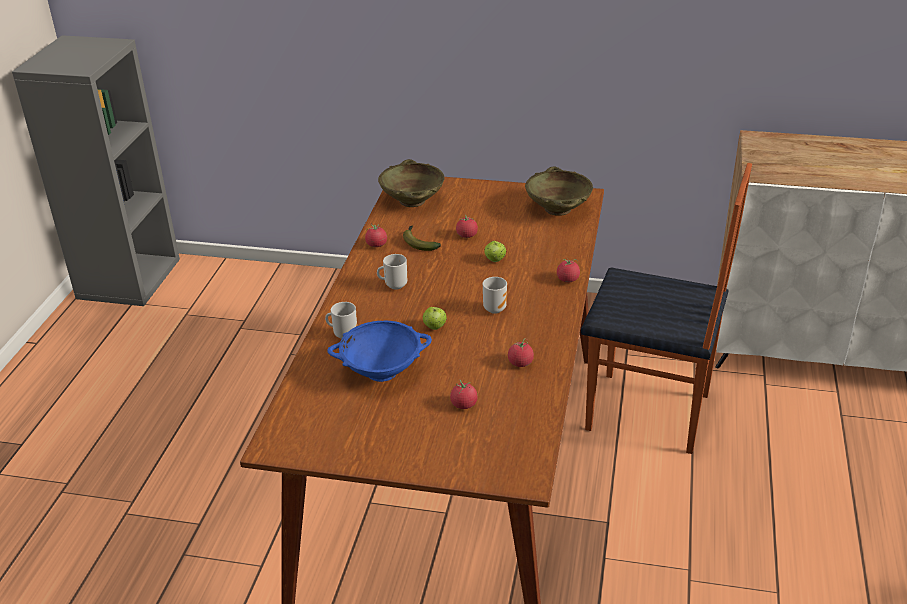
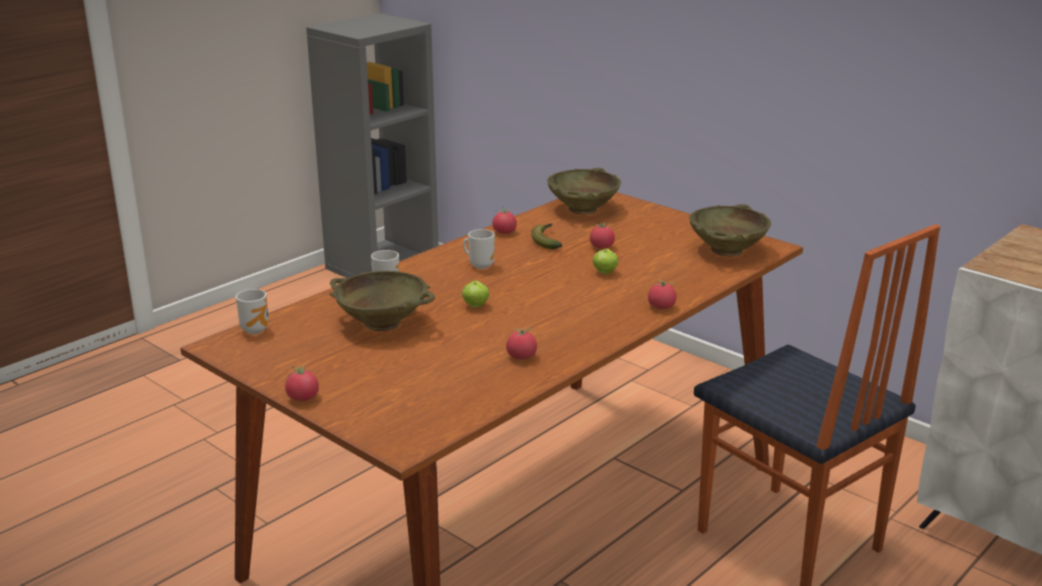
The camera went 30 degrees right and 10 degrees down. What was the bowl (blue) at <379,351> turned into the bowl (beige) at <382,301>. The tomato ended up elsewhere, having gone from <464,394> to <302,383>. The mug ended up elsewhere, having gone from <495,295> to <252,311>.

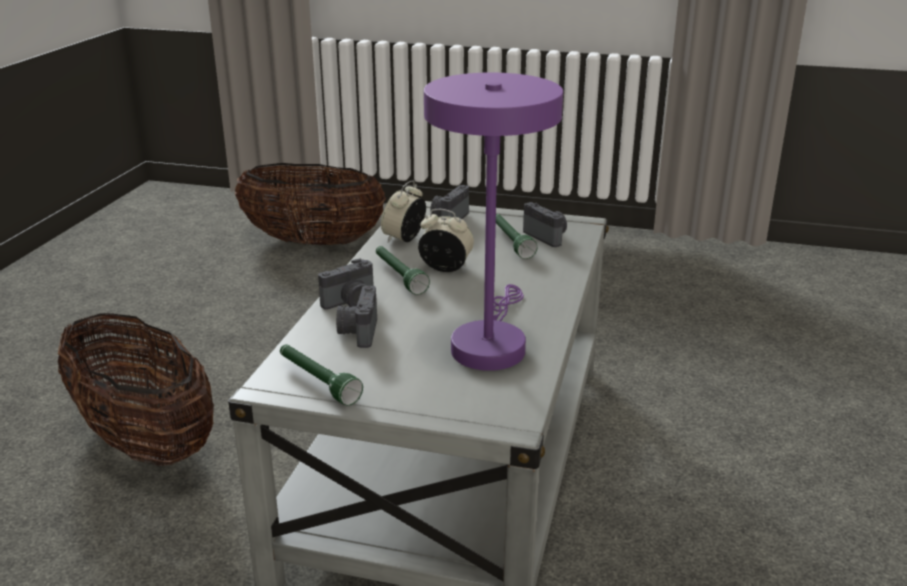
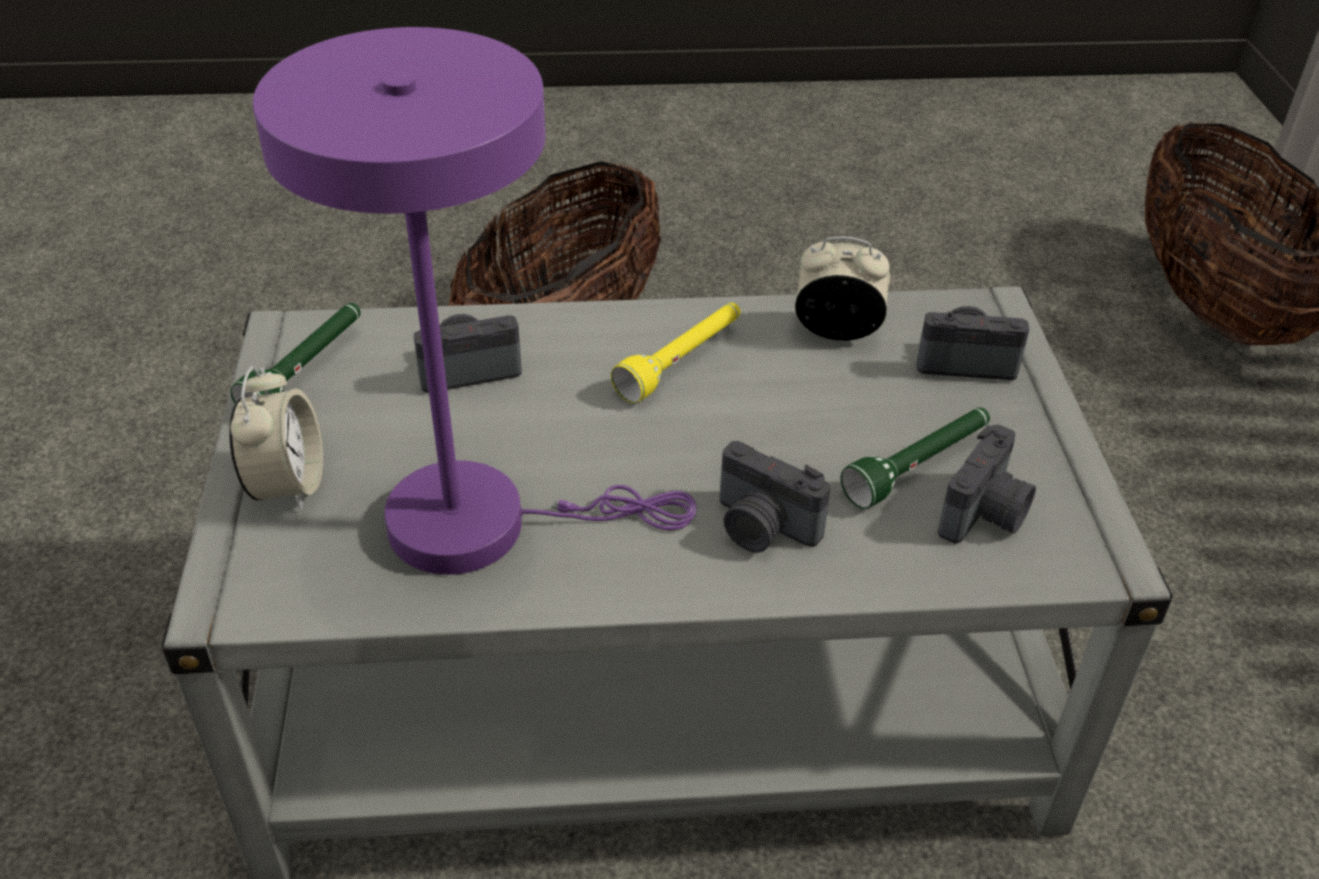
The camera went 70 degrees right and 15 degrees up. The photo camera ended up elsewhere, having gone from <346,283> to <775,497>. What was the flashlight (green) at <403,270> turned into the flashlight (yellow) at <675,353>. The alarm clock ended up elsewhere, having gone from <446,240> to <276,438>.

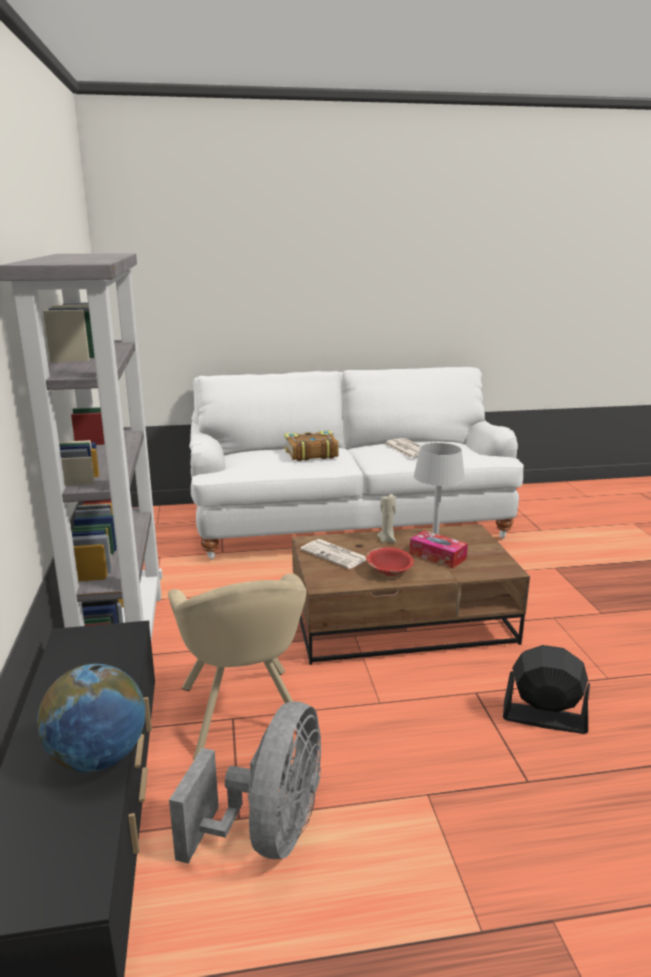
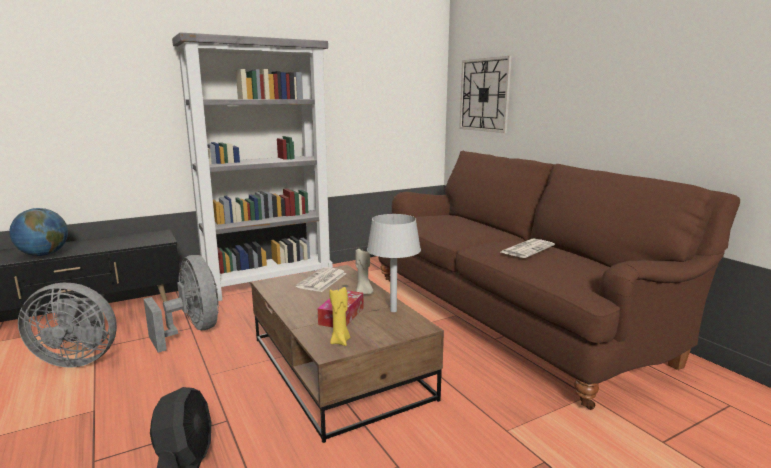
The camera went 70 degrees right and 5 degrees down. Where the armchair (beige) stood at <237,666>, the fan (grey) came to stand at <181,304>. What was the sofa (white) at <356,463> turned into the sofa (brown) at <559,280>. The second view lost the book at <311,445>. The second view lost the bowl (red) at <390,561>. The second view gained the candle (yellow) at <339,316>. The second view gained the wall clock at <485,94>.

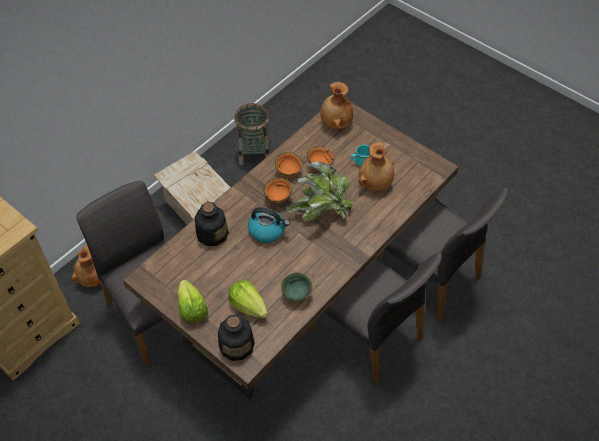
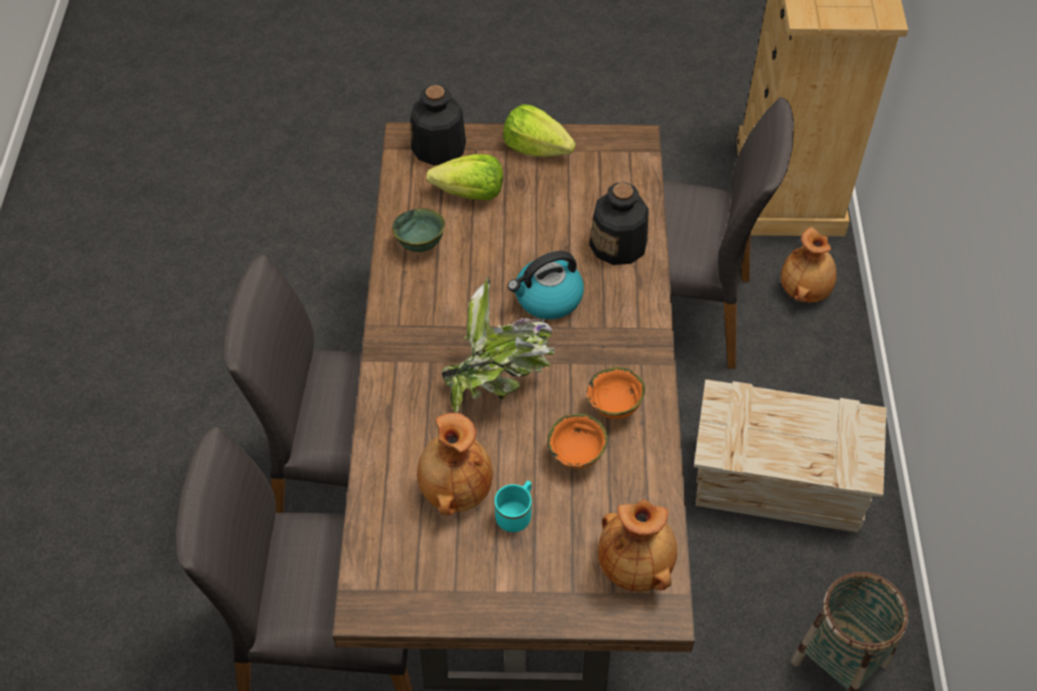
The camera went 140 degrees right and 0 degrees up. The second view lost the bowl (orange) at <278,190>.

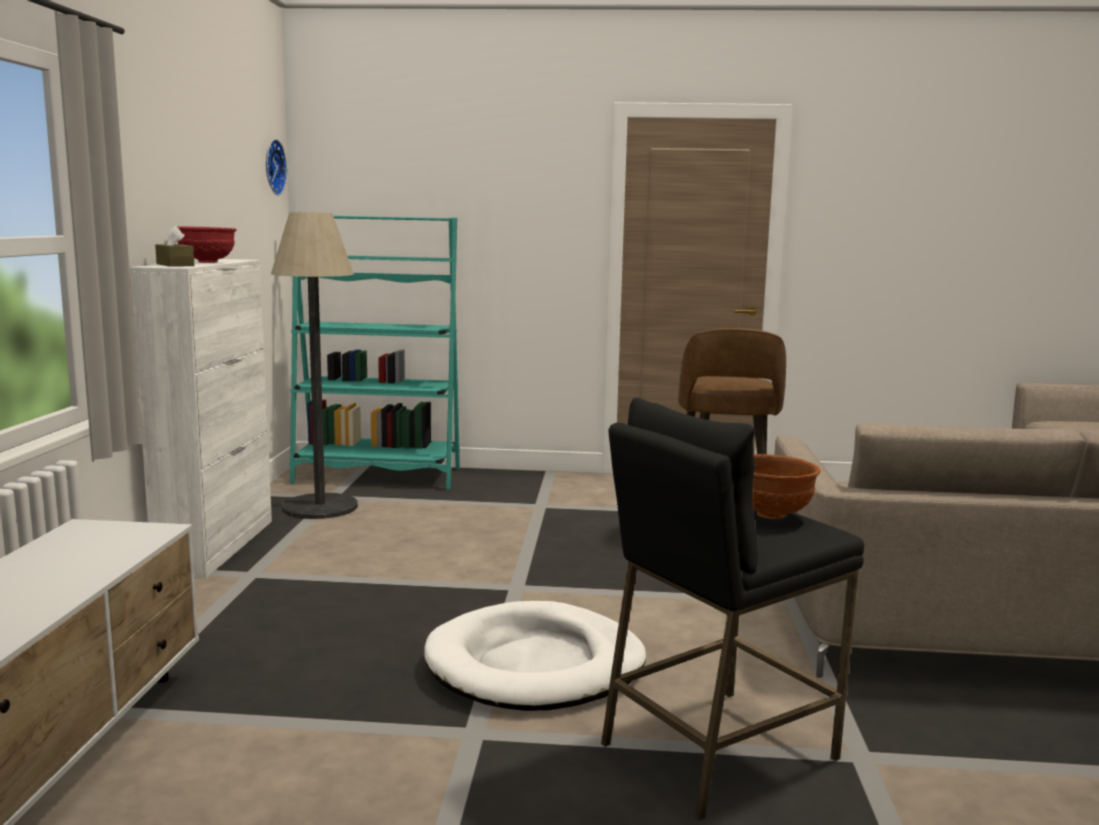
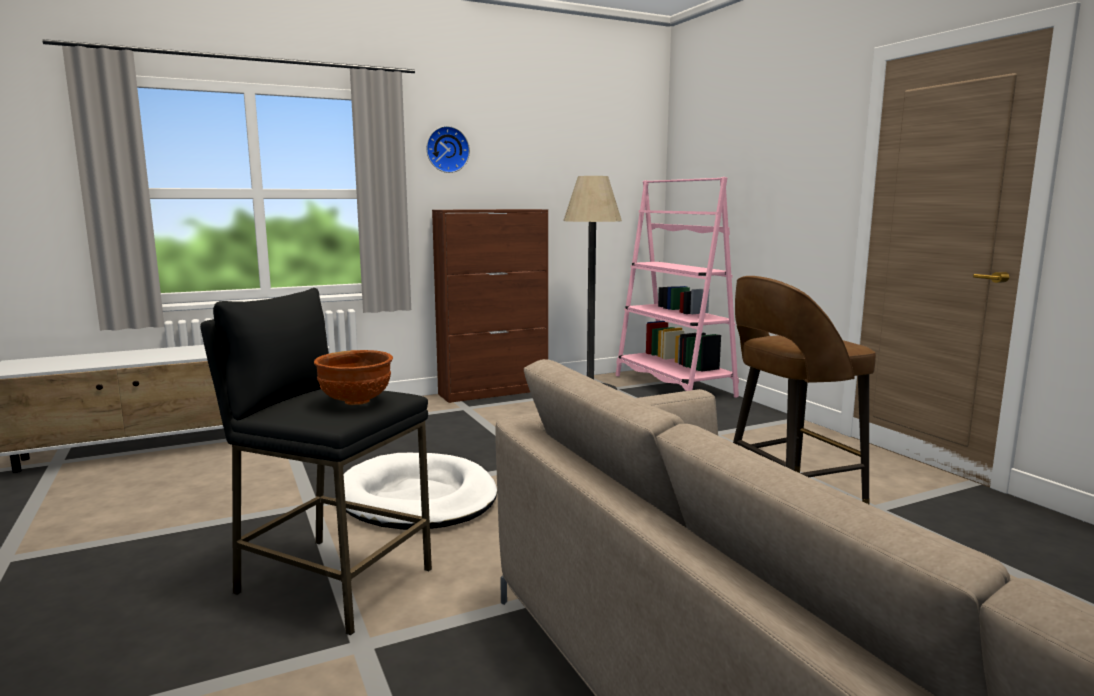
The camera went 60 degrees right and 0 degrees up. What was the cabinet (white) at <201,418> turned into the cabinet (brown) at <490,306>. The second view lost the tissue box (brown) at <174,246>. The second view lost the bowl (red) at <207,244>. The wall clock ended up elsewhere, having gone from <276,167> to <448,149>. What was the bookcase (turquoise) at <374,353> turned into the bookcase (pink) at <677,287>.

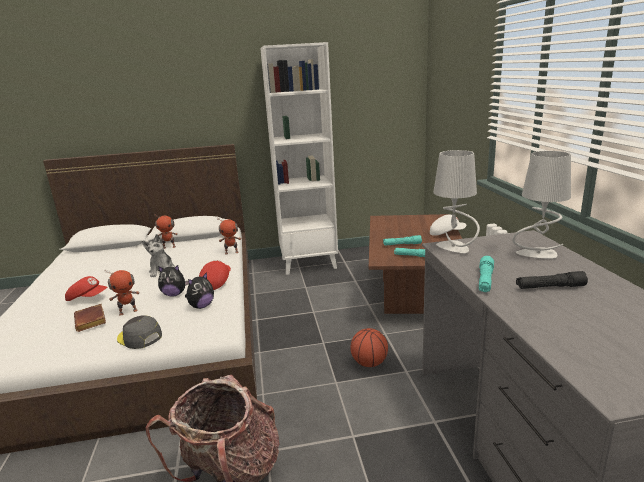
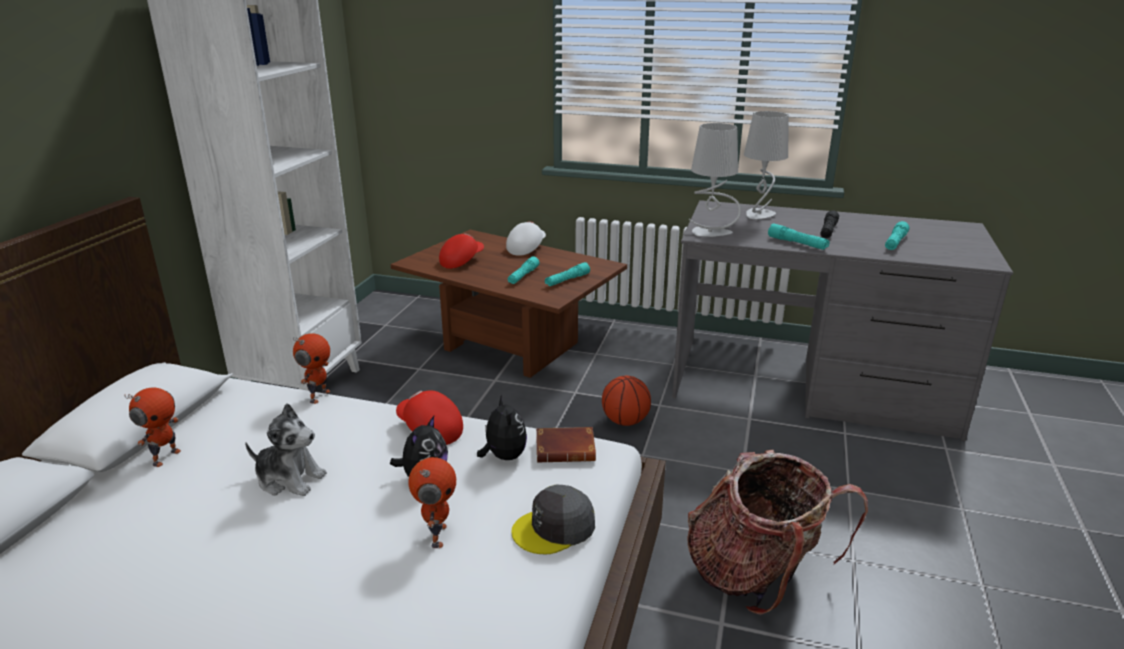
The camera went 65 degrees left and 5 degrees up. The cap (red) ended up elsewhere, having gone from <86,288> to <461,251>. The book (brown) ended up elsewhere, having gone from <90,318> to <566,445>. The second view gained the flashlight (turquoise) at <897,235>.

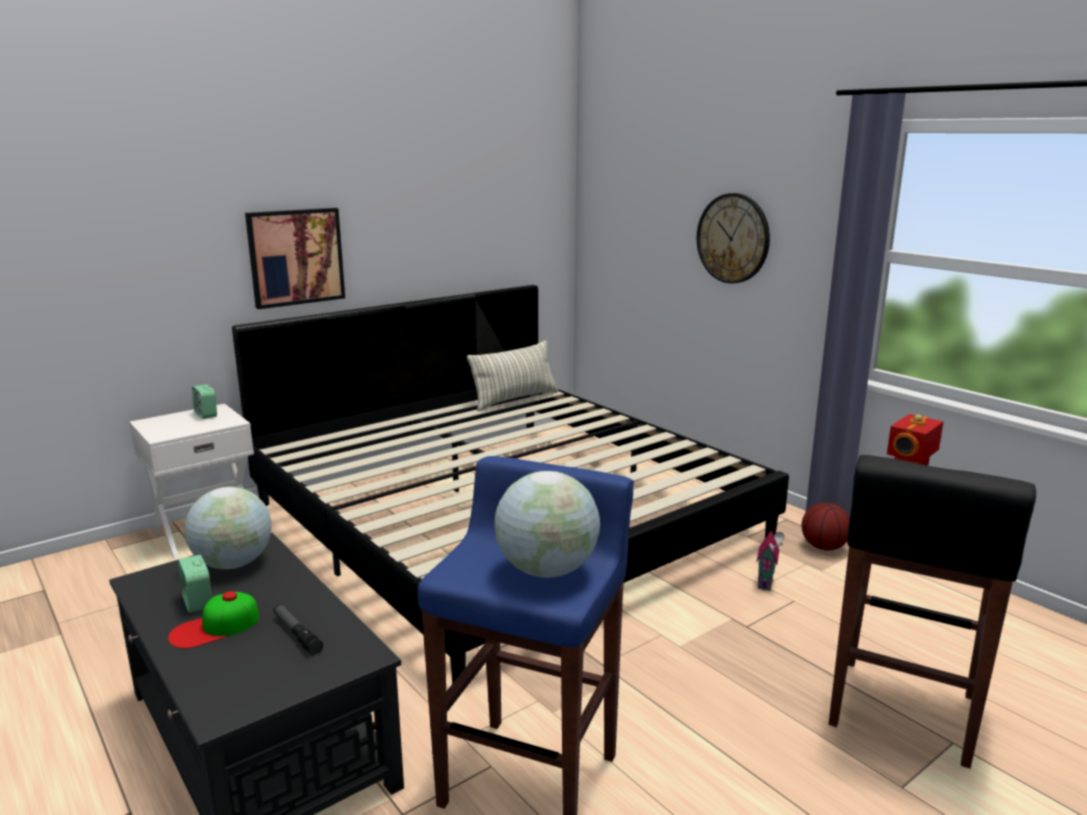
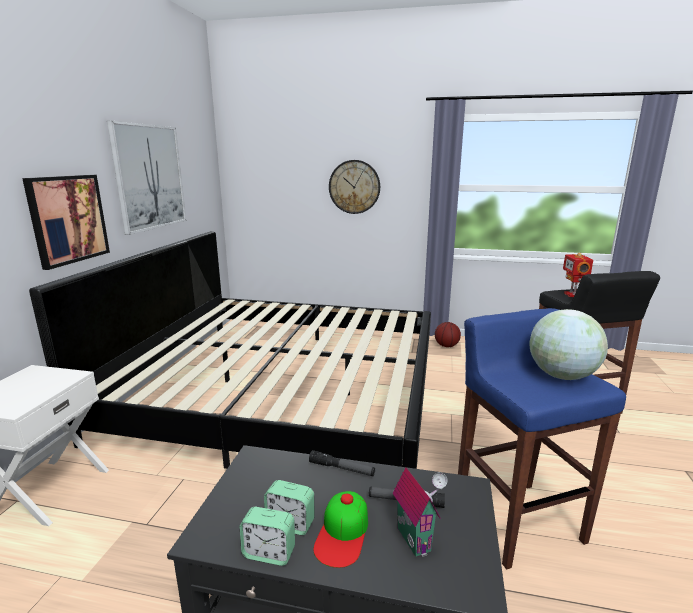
The camera went 40 degrees left and 0 degrees up. The second view lost the globe at <227,528>. The alarm clock ended up elsewhere, having gone from <204,402> to <267,536>. The second view lost the pillow at <512,375>. The toy house ended up elsewhere, having gone from <770,561> to <420,512>. The second view gained the picture at <146,178>. The second view gained the flashlight at <342,463>.

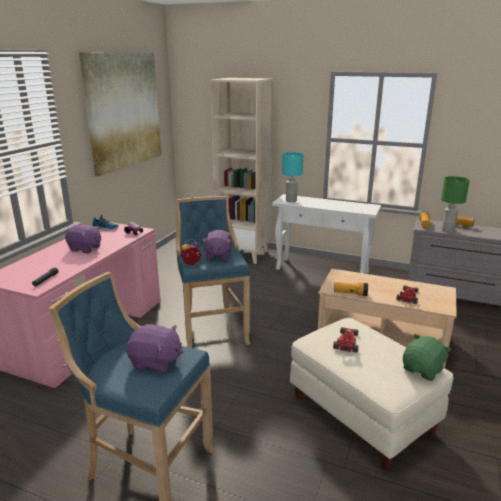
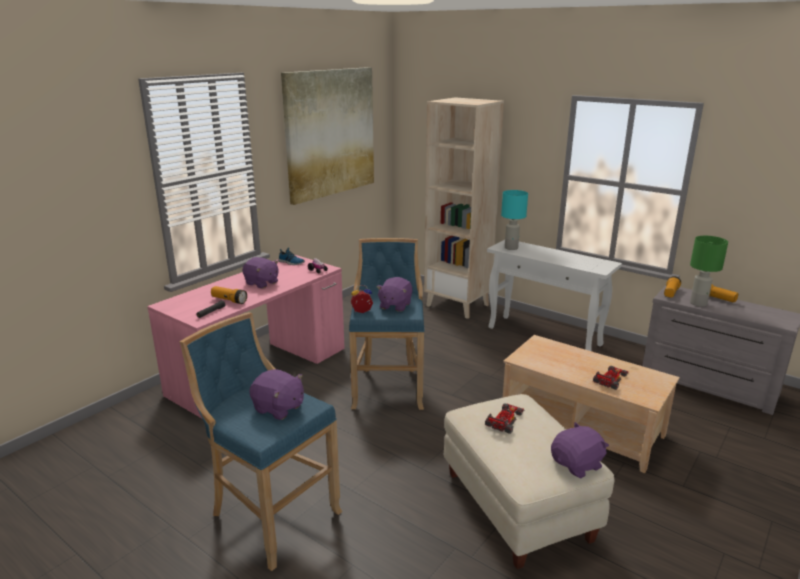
The camera went 15 degrees right and 0 degrees up. The flashlight ended up elsewhere, having gone from <351,289> to <229,295>. What was the plush toy (green) at <427,357> turned into the plush toy (purple) at <580,450>.

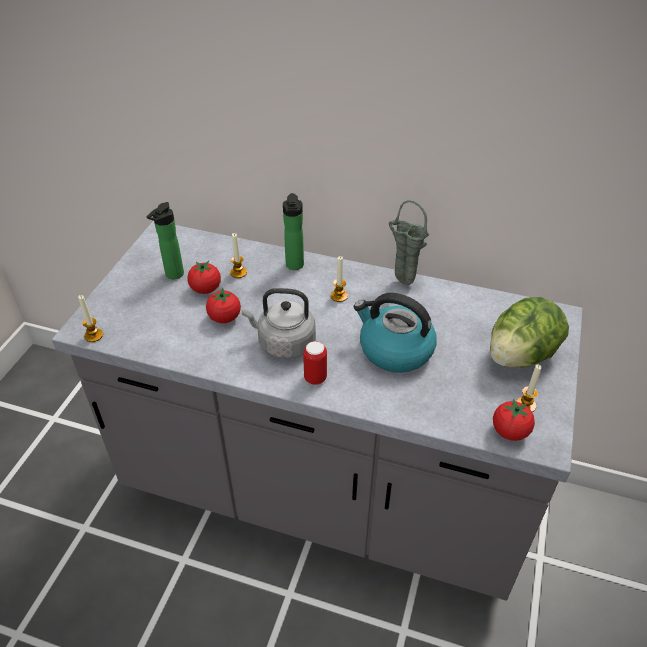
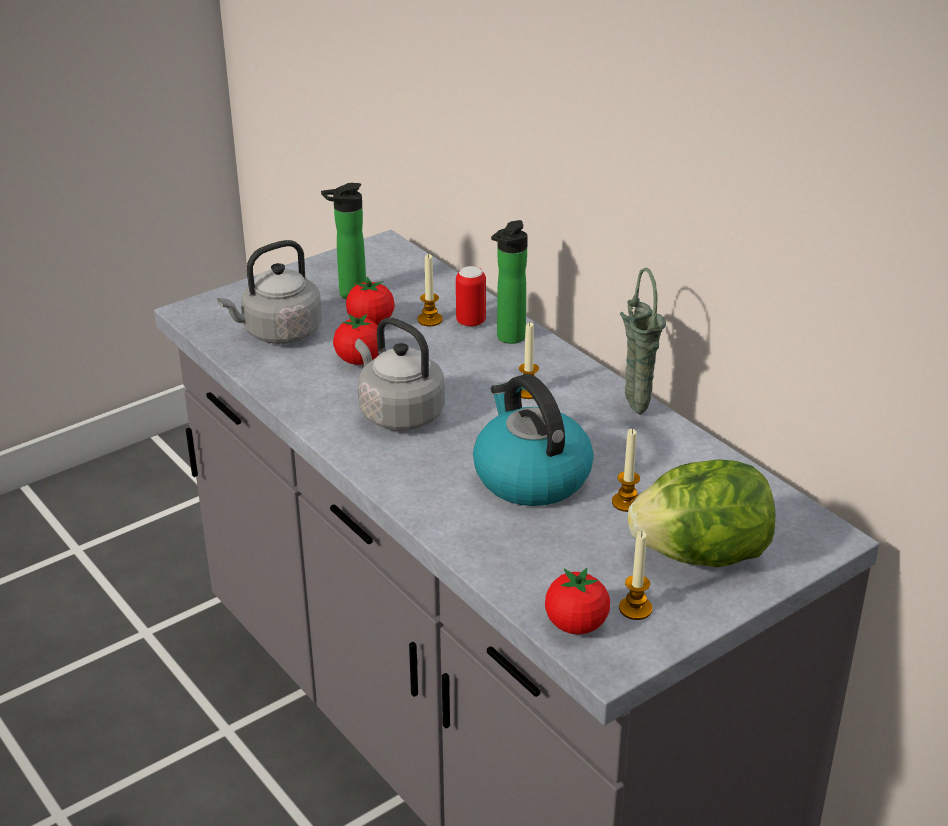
The camera went 35 degrees right and 10 degrees down. The candle ended up elsewhere, having gone from <90,318> to <626,470>. The can ended up elsewhere, having gone from <315,363> to <471,296>. The second view gained the kettle (grey) at <269,292>.

